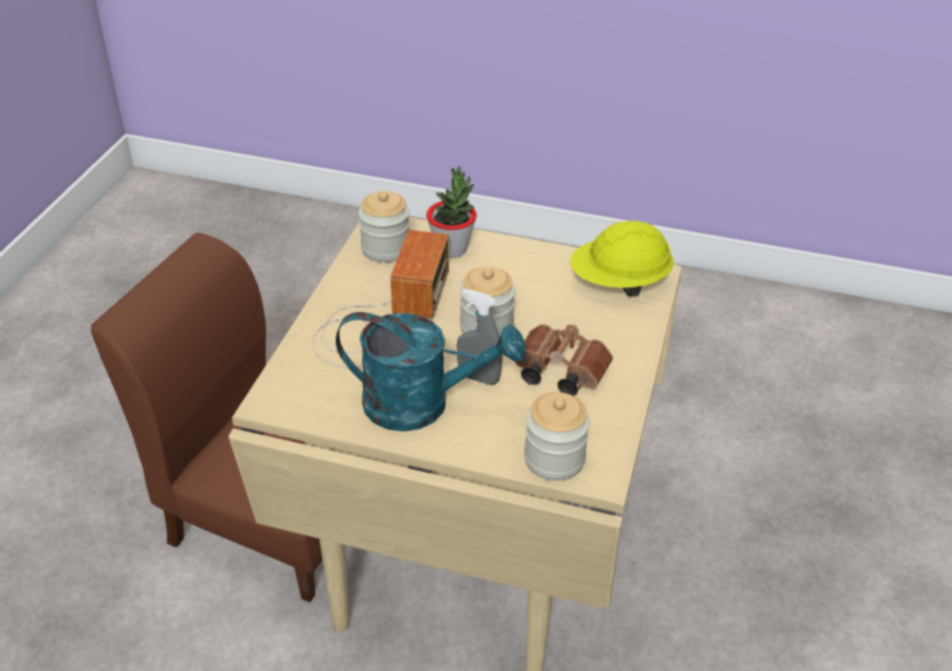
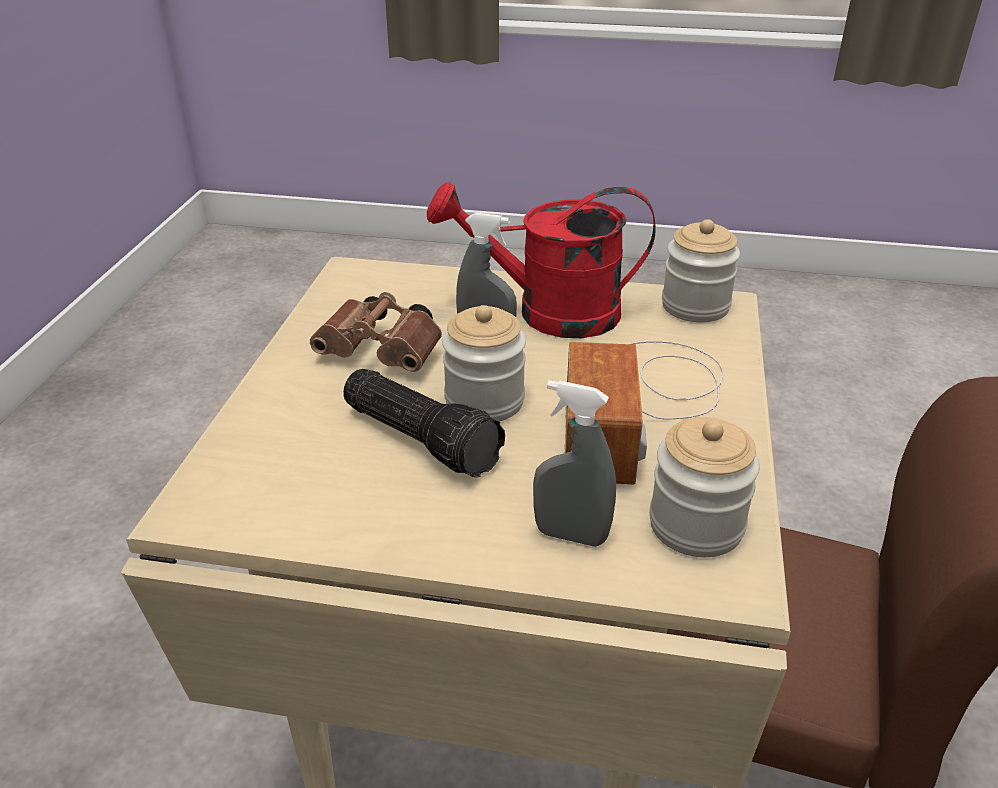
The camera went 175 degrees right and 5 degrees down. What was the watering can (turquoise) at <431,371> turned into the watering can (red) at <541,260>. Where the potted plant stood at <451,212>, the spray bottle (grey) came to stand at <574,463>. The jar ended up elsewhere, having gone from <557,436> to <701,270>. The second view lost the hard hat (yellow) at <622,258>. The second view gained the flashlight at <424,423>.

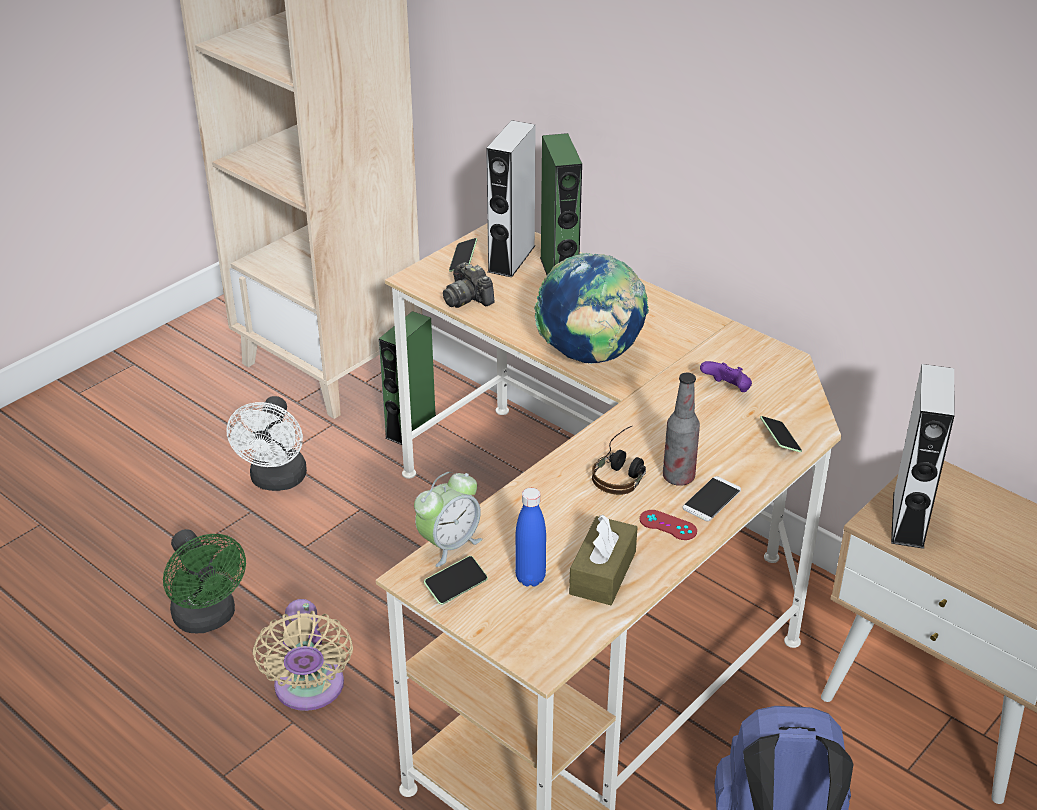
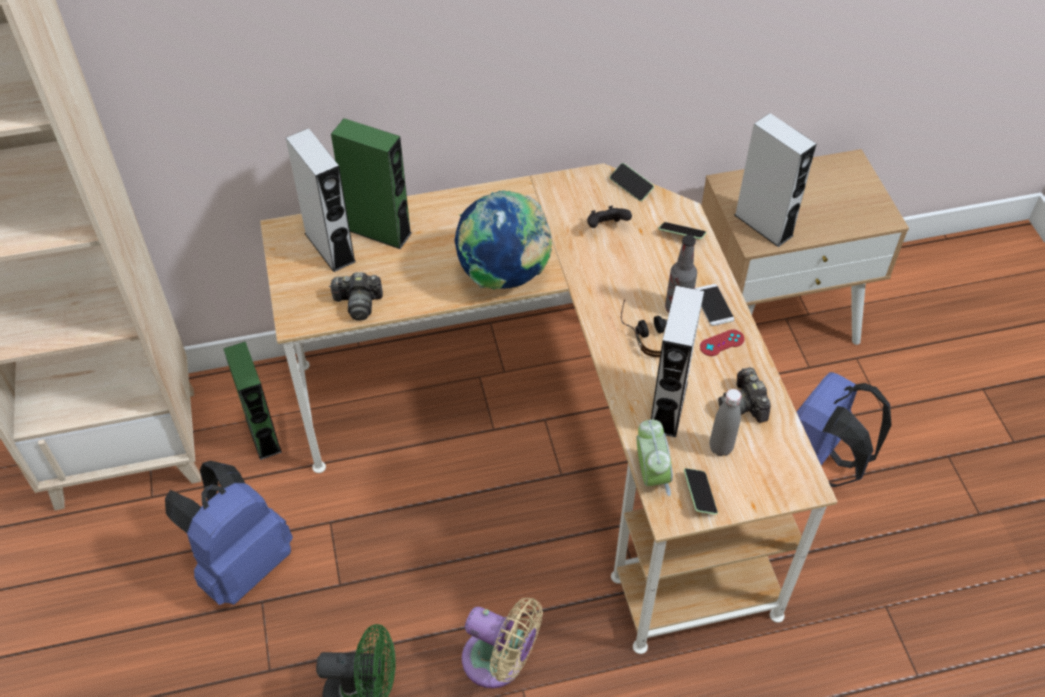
The camera went 55 degrees left and 15 degrees up. Where the fan (white) stood at <267,443>, the backpack (blue) came to stand at <229,533>. The phone ended up elsewhere, having gone from <463,255> to <632,182>. What was the bottle (blue) at <530,537> turned into the bottle (grey) at <725,422>. Where the tissue box (brown) stood at <603,560>, the photo camera came to stand at <744,395>. What was the game controller (purple) at <726,376> turned into the game controller (black) at <609,217>. The second view gained the speaker (grey) at <677,361>.

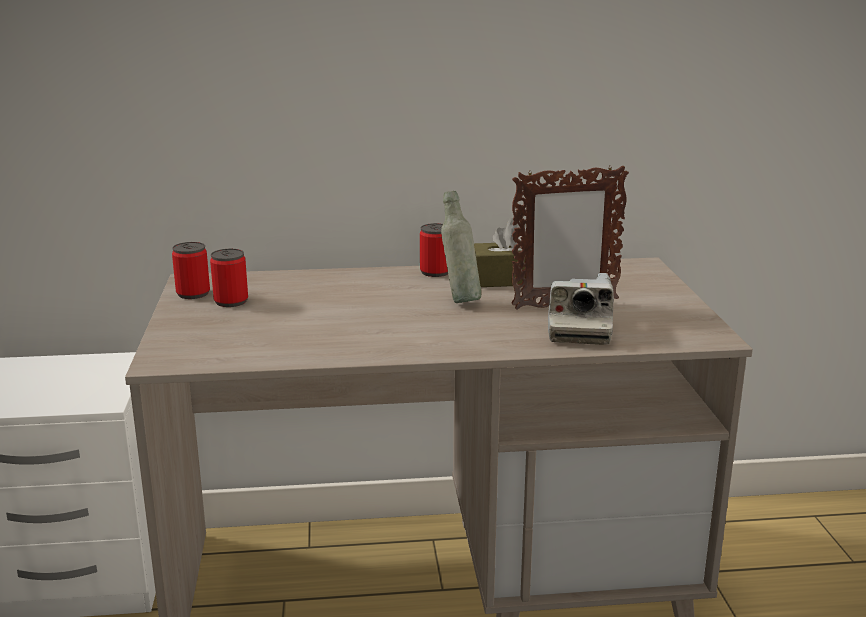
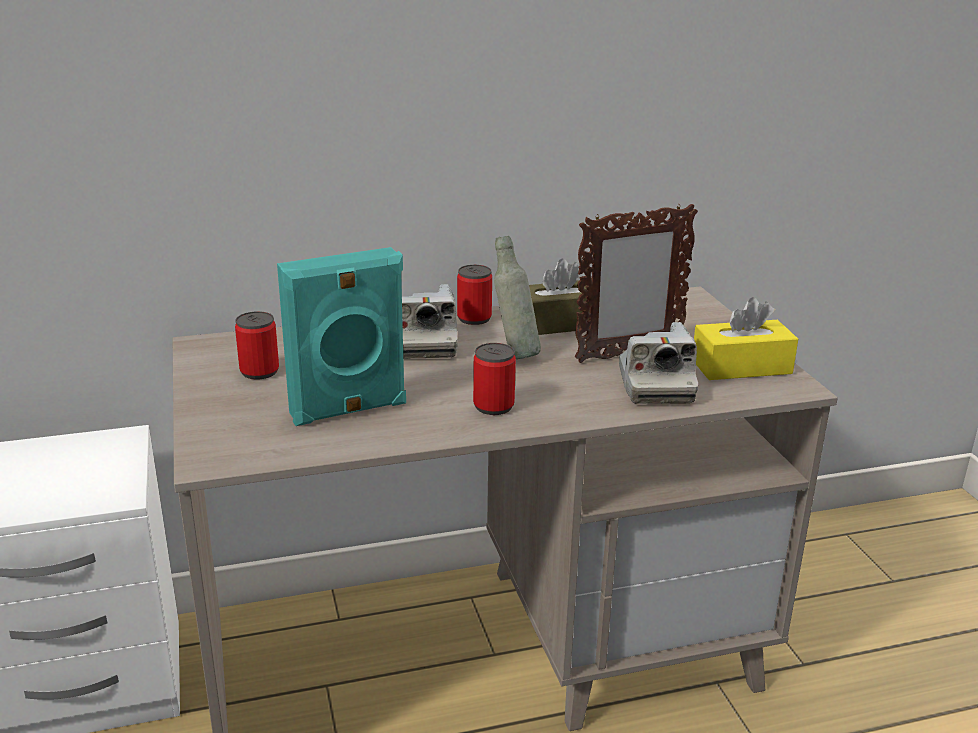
The camera went 10 degrees left and 5 degrees up. The can ended up elsewhere, having gone from <191,270> to <494,379>. The second view gained the speaker (turquoise) at <341,336>. The second view gained the photo camera at <430,321>. The second view gained the tissue box (yellow) at <746,338>.

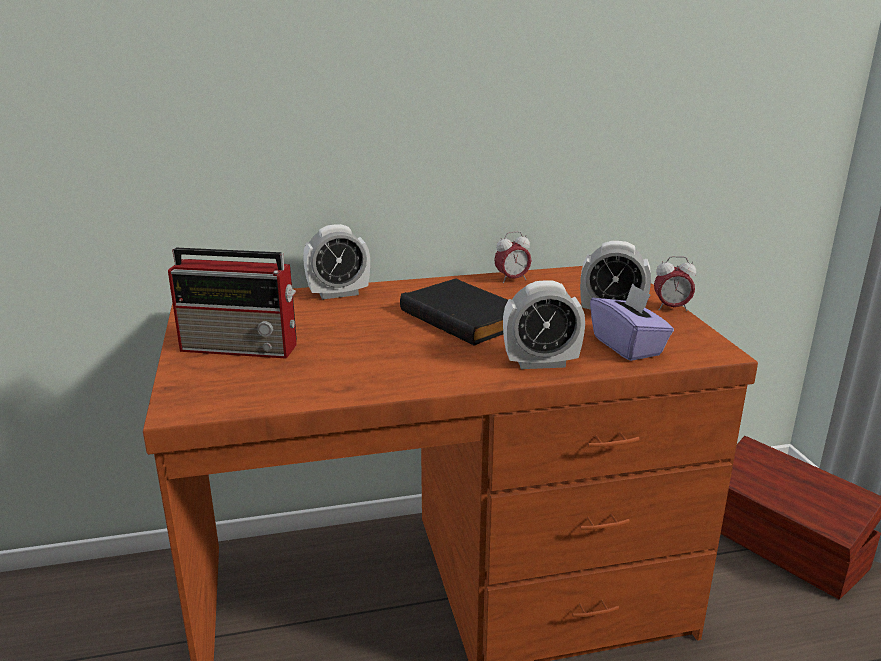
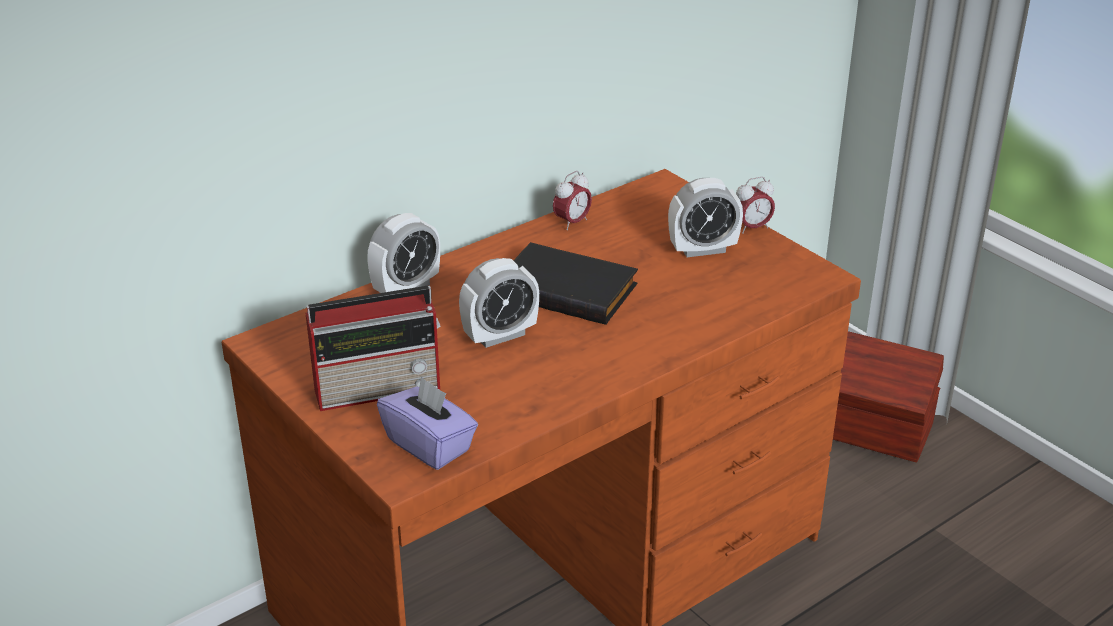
The camera went 25 degrees left and 10 degrees up. The alarm clock ended up elsewhere, having gone from <544,324> to <499,303>. The tissue box (purple) ended up elsewhere, having gone from <632,322> to <427,423>.

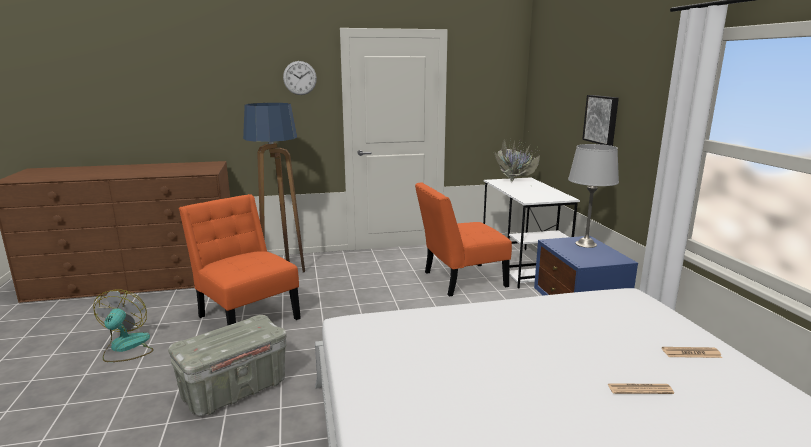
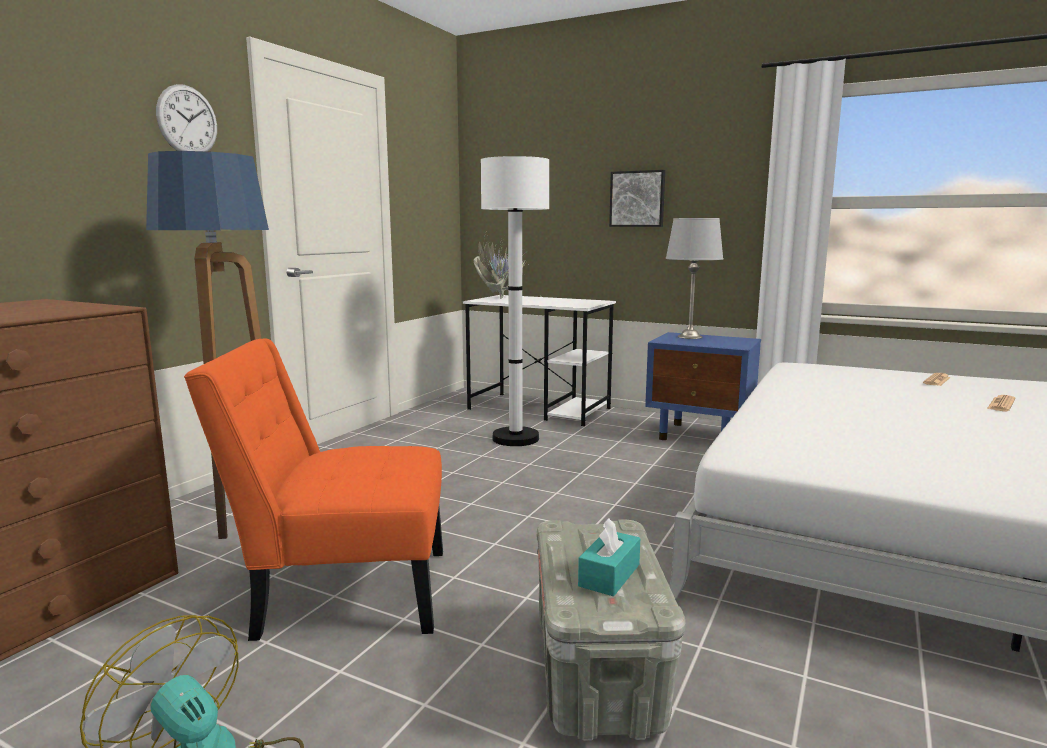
The camera went 50 degrees left and 5 degrees down. Where the chair (orange) stood at <463,239>, the floor lamp (white) came to stand at <515,301>. The second view gained the tissue box (turquoise) at <609,557>.

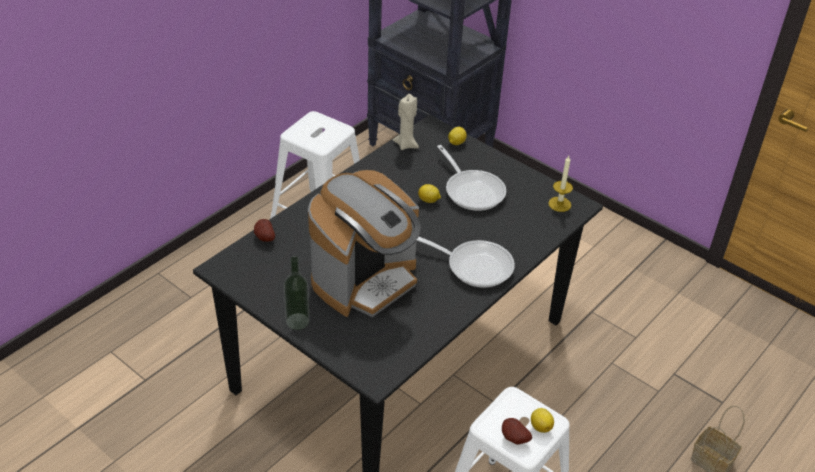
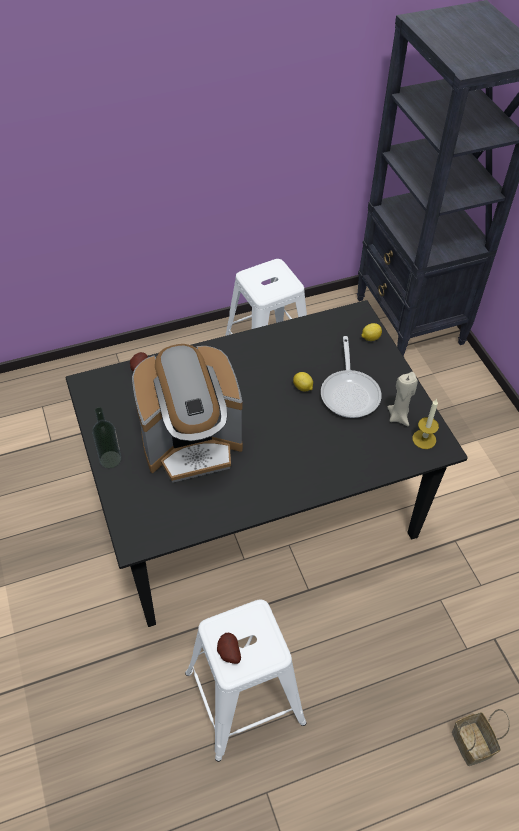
The camera went 30 degrees right and 10 degrees up. The candle (beige) ended up elsewhere, having gone from <406,122> to <402,399>. The second view lost the frying pan at <466,262>. The second view lost the lemon at <542,420>.

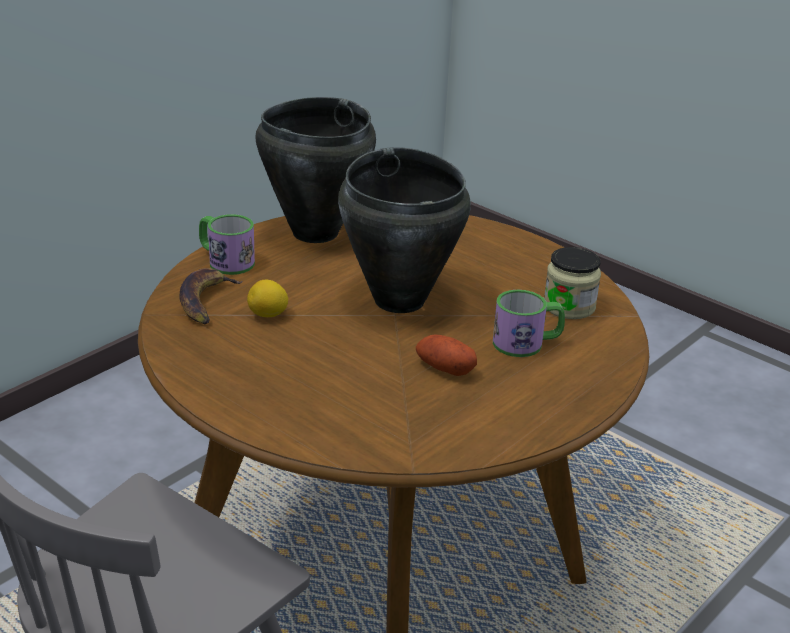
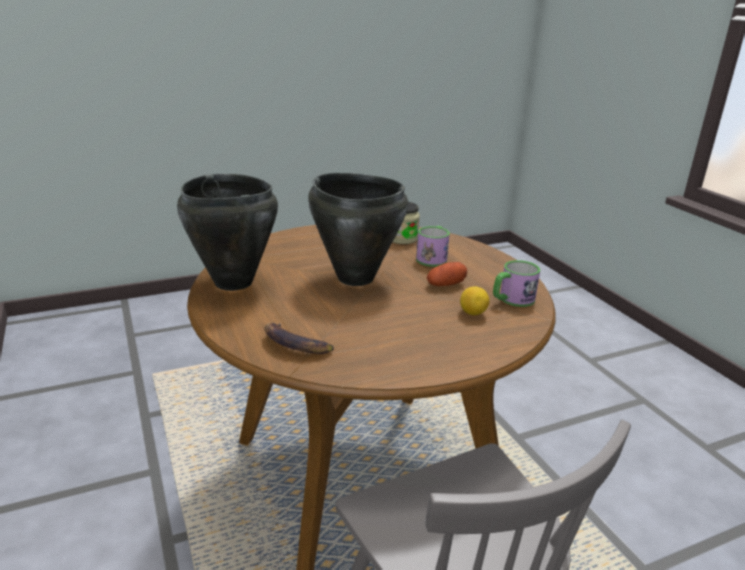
The camera went 65 degrees left and 5 degrees down. The mug ended up elsewhere, having gone from <227,244> to <516,283>. The lemon ended up elsewhere, having gone from <267,298> to <475,301>.

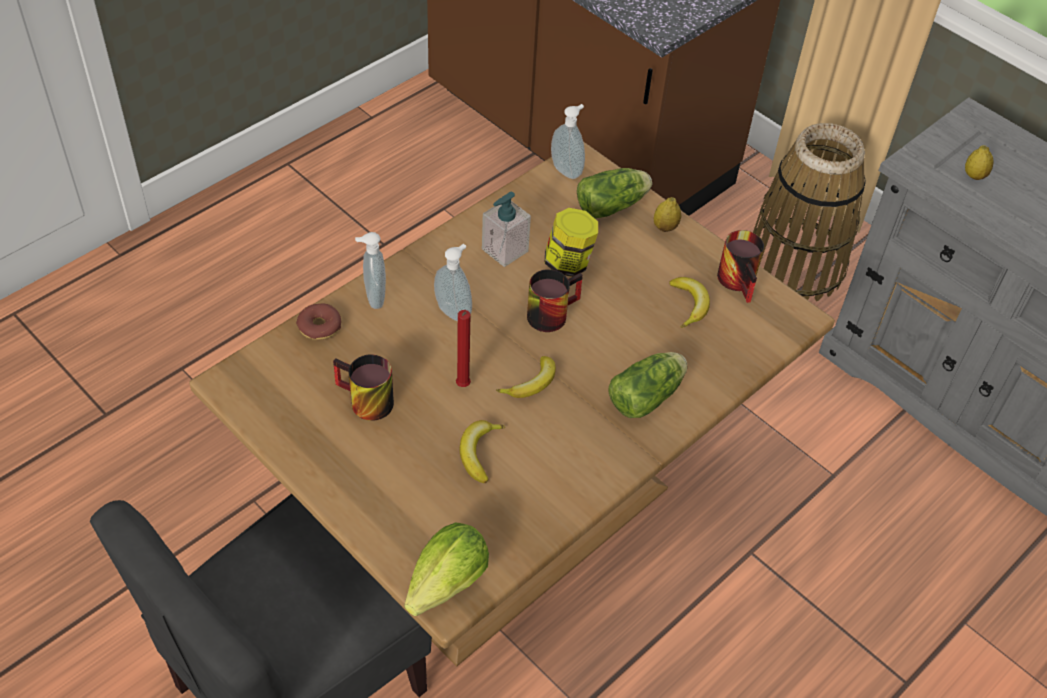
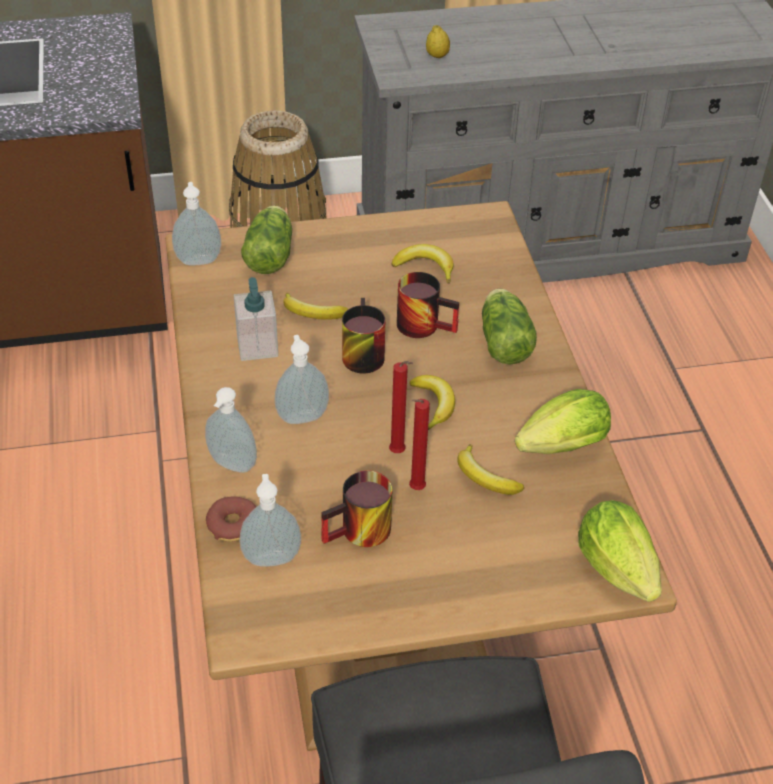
The camera went 55 degrees left and 5 degrees down. Where the jar stood at <571,242>, the banana came to stand at <315,306>. The second view lost the lemon at <667,214>. The mug ended up elsewhere, having gone from <740,266> to <428,305>. The second view gained the soap dispenser at <270,520>. The second view gained the candle (red) at <419,444>. The second view gained the lettuce at <563,421>.

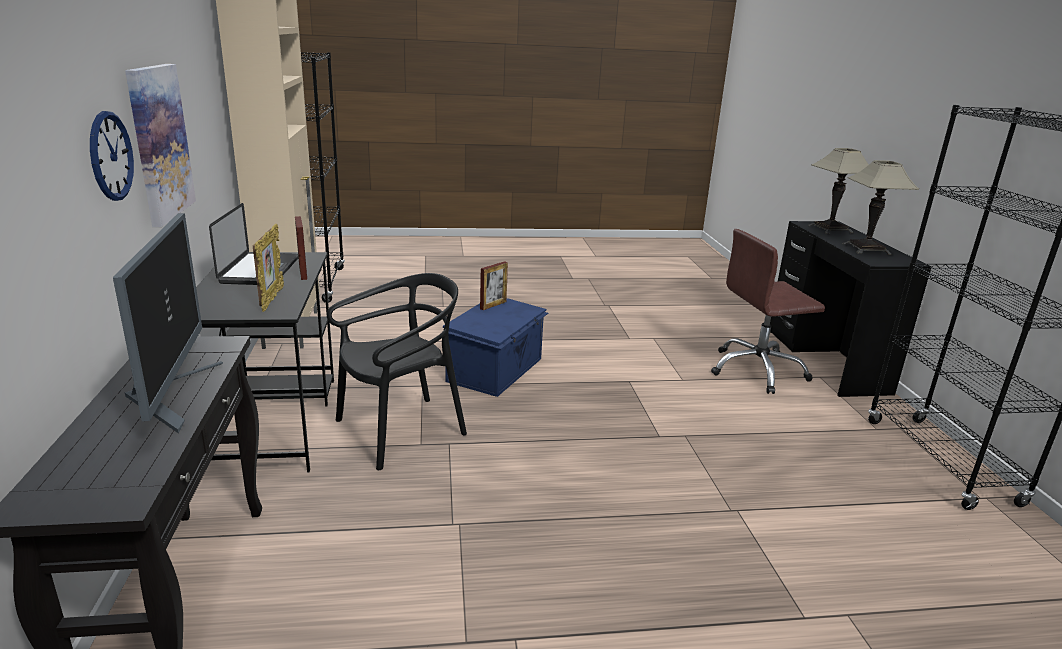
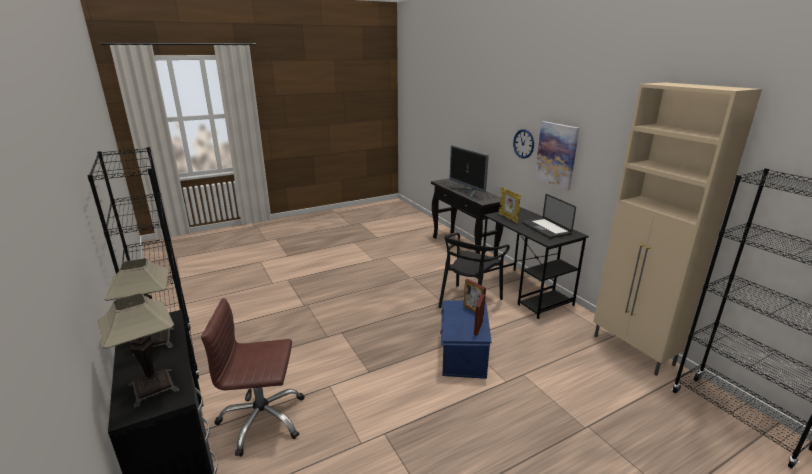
The camera went 160 degrees right and 0 degrees up. The picture frame ended up elsewhere, having gone from <301,248> to <475,297>. The office chair (brown) at <768,311> ended up facing another way, 150 degrees counterclockwise from before.

